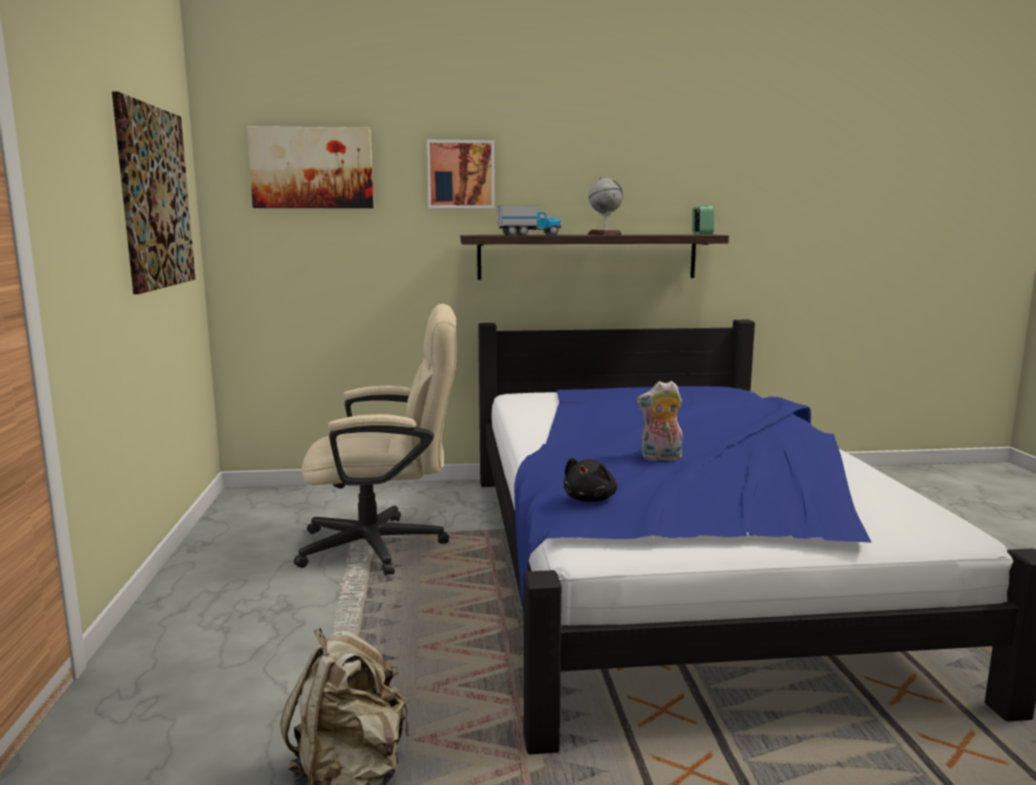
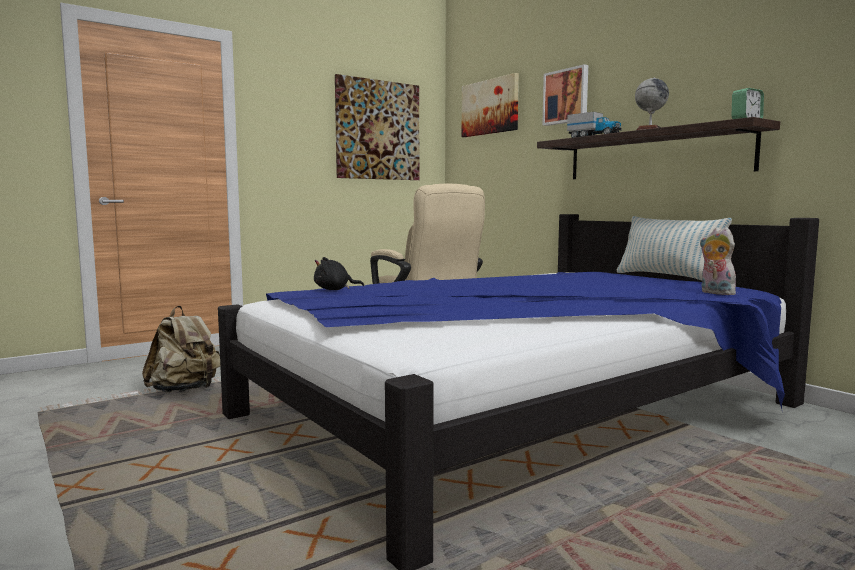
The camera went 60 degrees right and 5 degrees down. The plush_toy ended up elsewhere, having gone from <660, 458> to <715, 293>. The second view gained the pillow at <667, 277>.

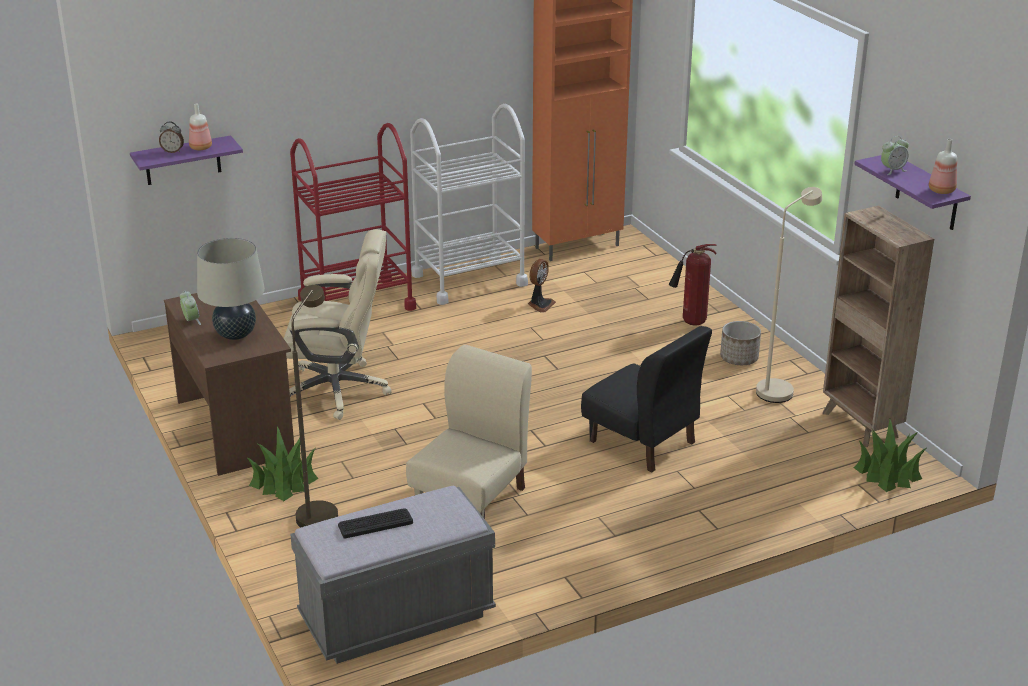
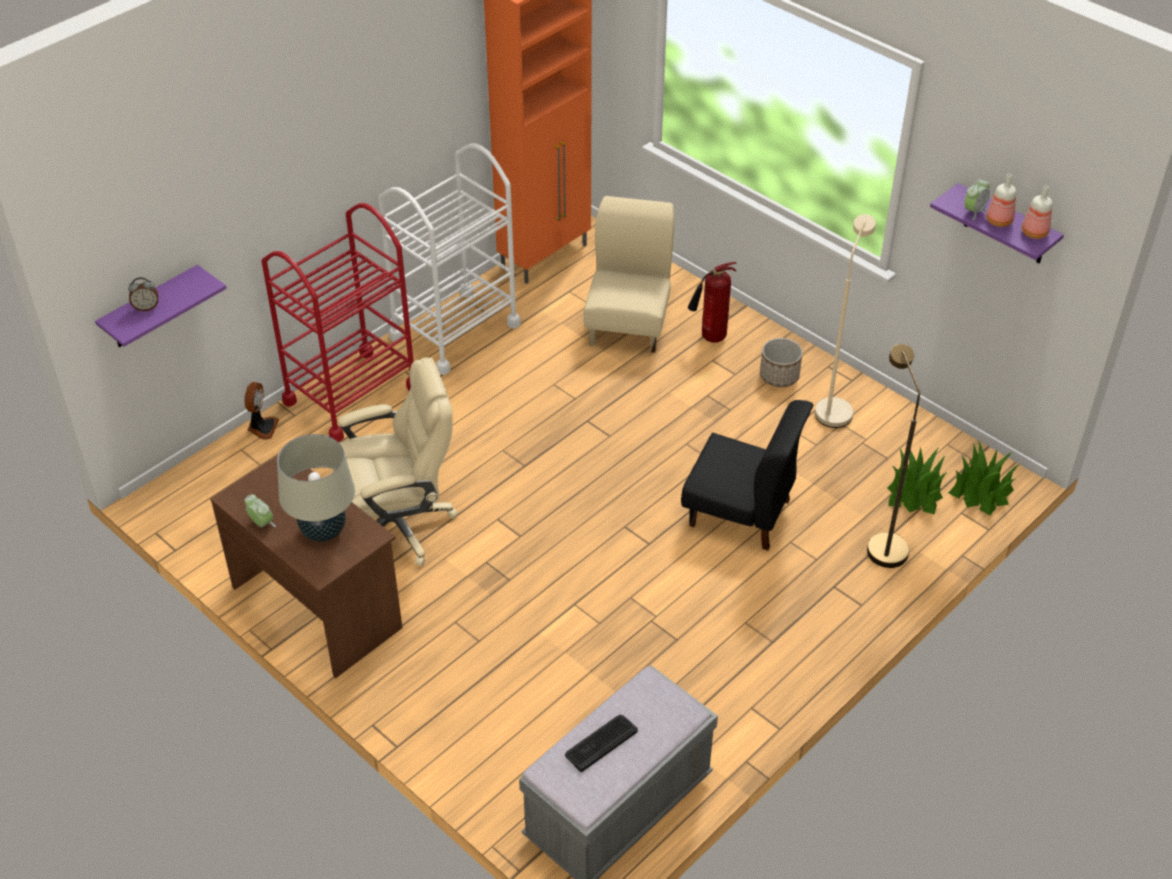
The camera went 20 degrees left and 15 degrees up. The bottle ended up elsewhere, having gone from <200, 147> to <998, 221>. The second view lost the brown_bookcase at <860, 425>. The fan ended up elsewhere, having gone from <540, 304> to <262, 427>. The brown_floor_lamp ended up elsewhere, having gone from <319, 511> to <882, 543>. The beige_chair ended up elsewhere, having gone from <472, 498> to <629, 325>. The potted_plant ended up elsewhere, having gone from <284, 481> to <914, 492>.

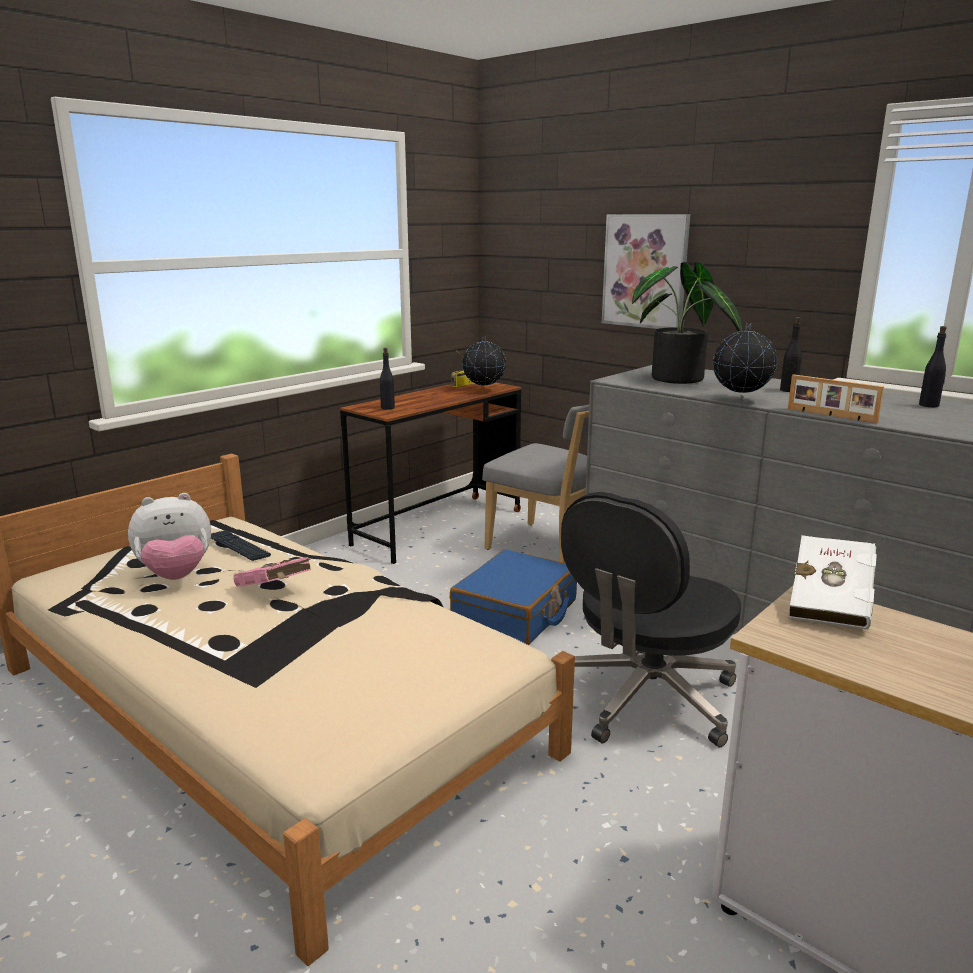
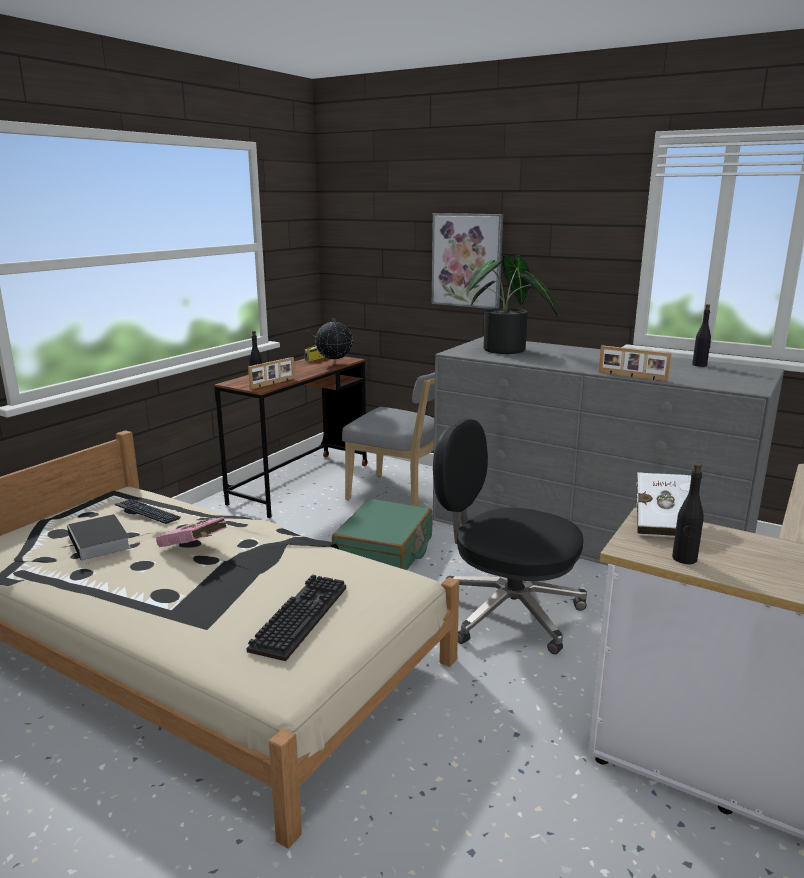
The camera went 10 degrees left and 0 degrees up. The black_bottle ended up elsewhere, having gone from <788, 390> to <684, 559>. The second view lost the globe at <740, 400>. The black_office_chair at <646, 700> ended up facing another way, 90 degrees clockwise from before. Where the plush_toy stood at <176, 576>, the book came to stand at <100, 542>. What was the blue_suitcase at <516, 613> turned into the green_suitcase at <385, 551>. The second view gained the picture_frame at <273, 383>. The second view gained the keyboard at <298, 616>.

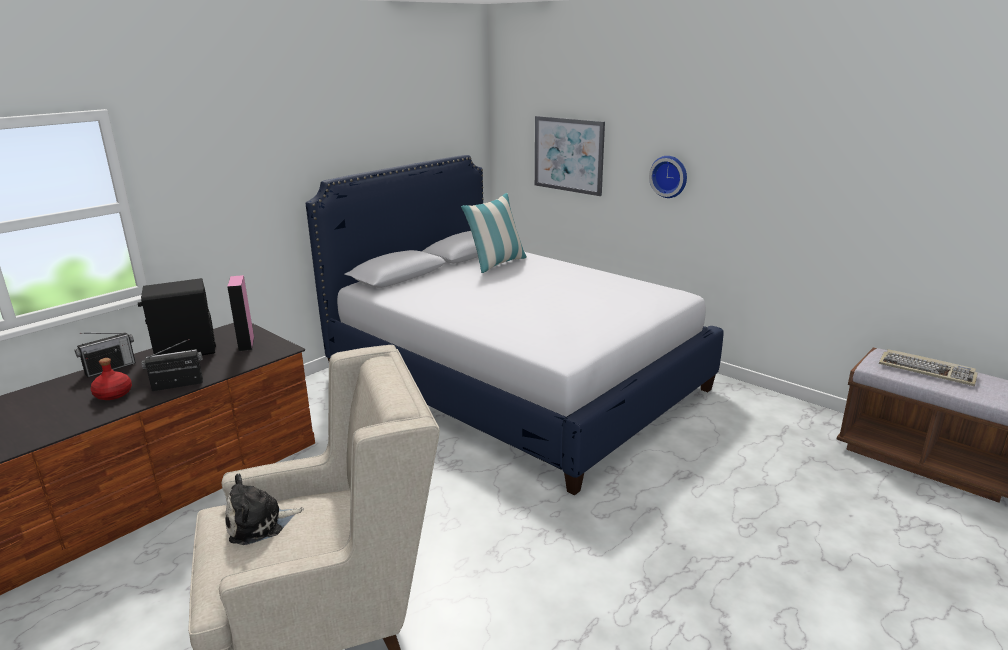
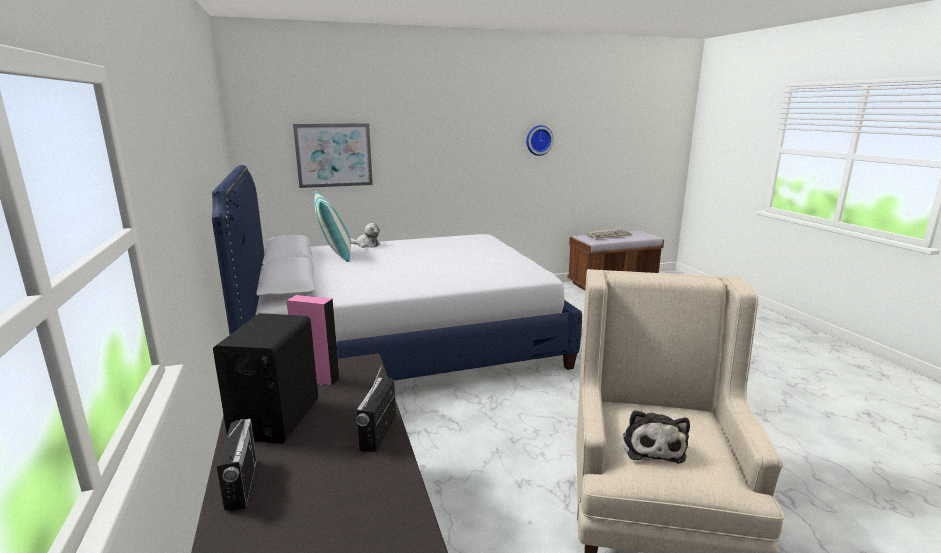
The camera went 60 degrees left and 5 degrees down. The wall_clock ended up elsewhere, having gone from <669, 176> to <538, 140>. The second view lost the red_bottle at <114, 394>. The second view gained the plush_toy at <366, 245>.

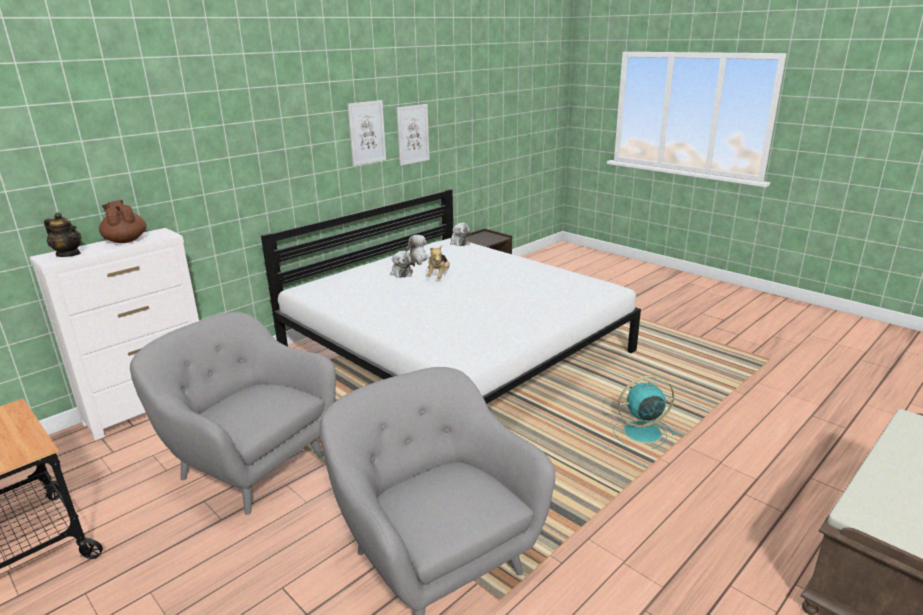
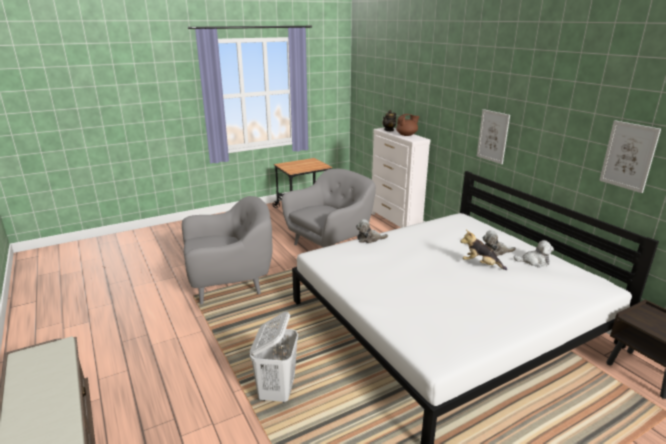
The camera went 105 degrees right and 0 degrees up. The picture ended up elsewhere, having gone from <367, 132> to <493, 136>. The plush_toy ended up elsewhere, having gone from <459, 242> to <369, 239>. Where the turquoise_fan stood at <640, 432>, the white_laundry_basket came to stand at <277, 391>.

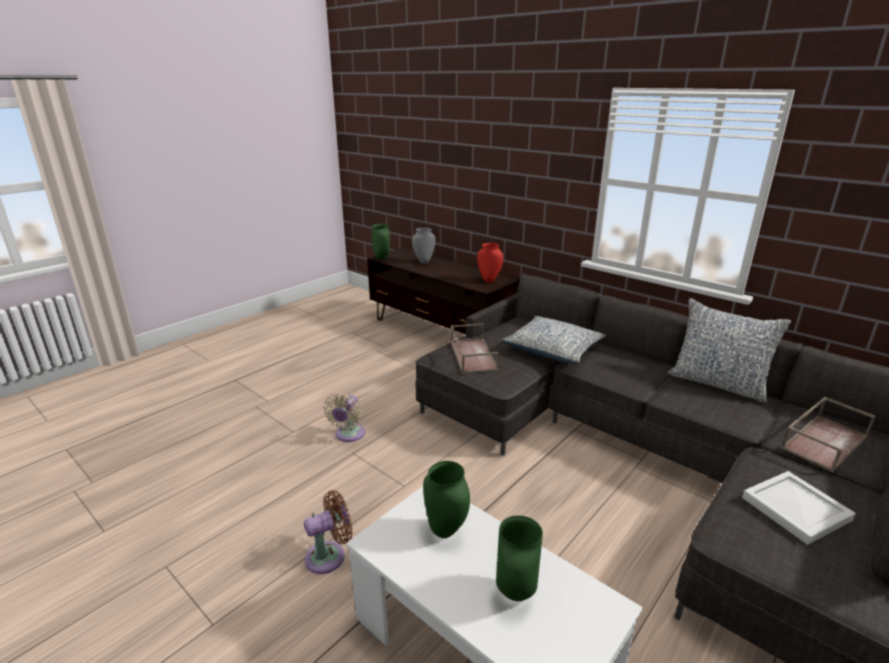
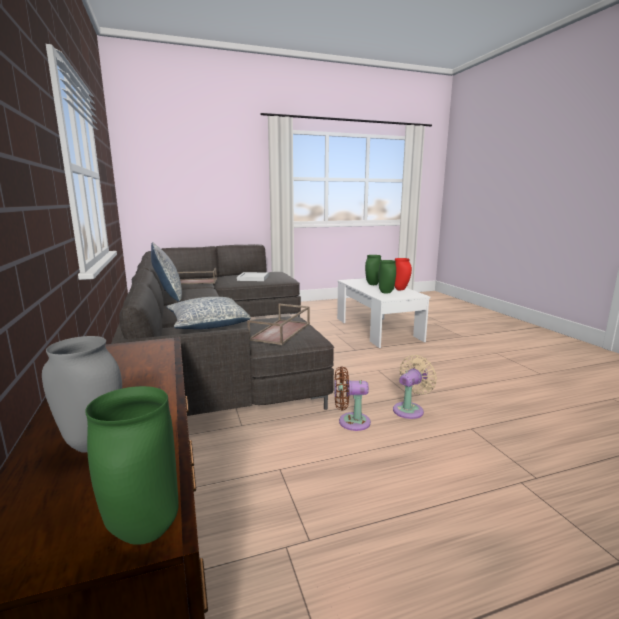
The camera went 150 degrees left and 10 degrees down. The red_vase ended up elsewhere, having gone from <489, 281> to <400, 289>. The brown_fan ended up elsewhere, having gone from <329, 556> to <350, 422>.

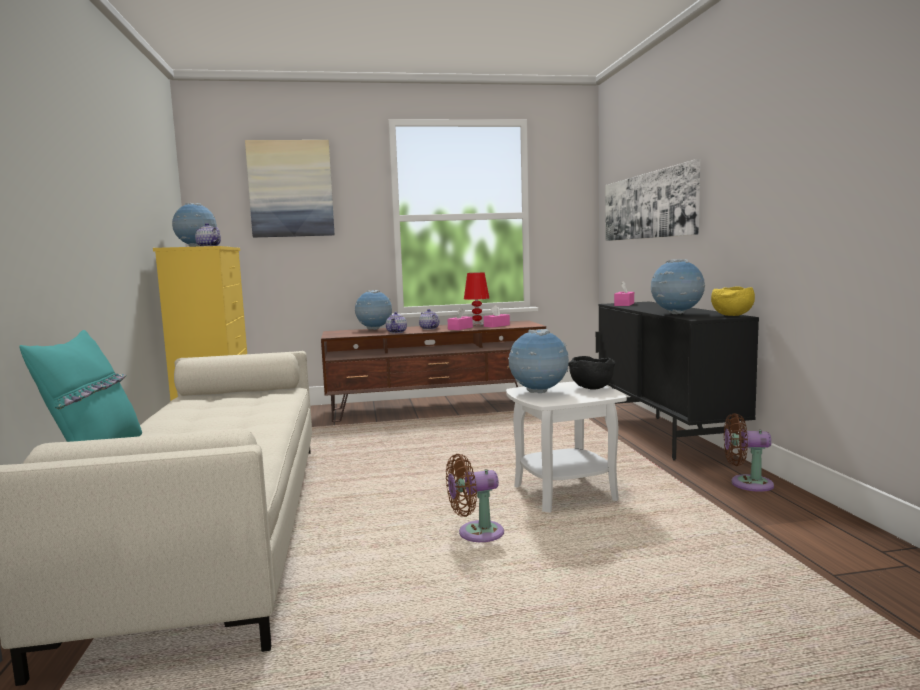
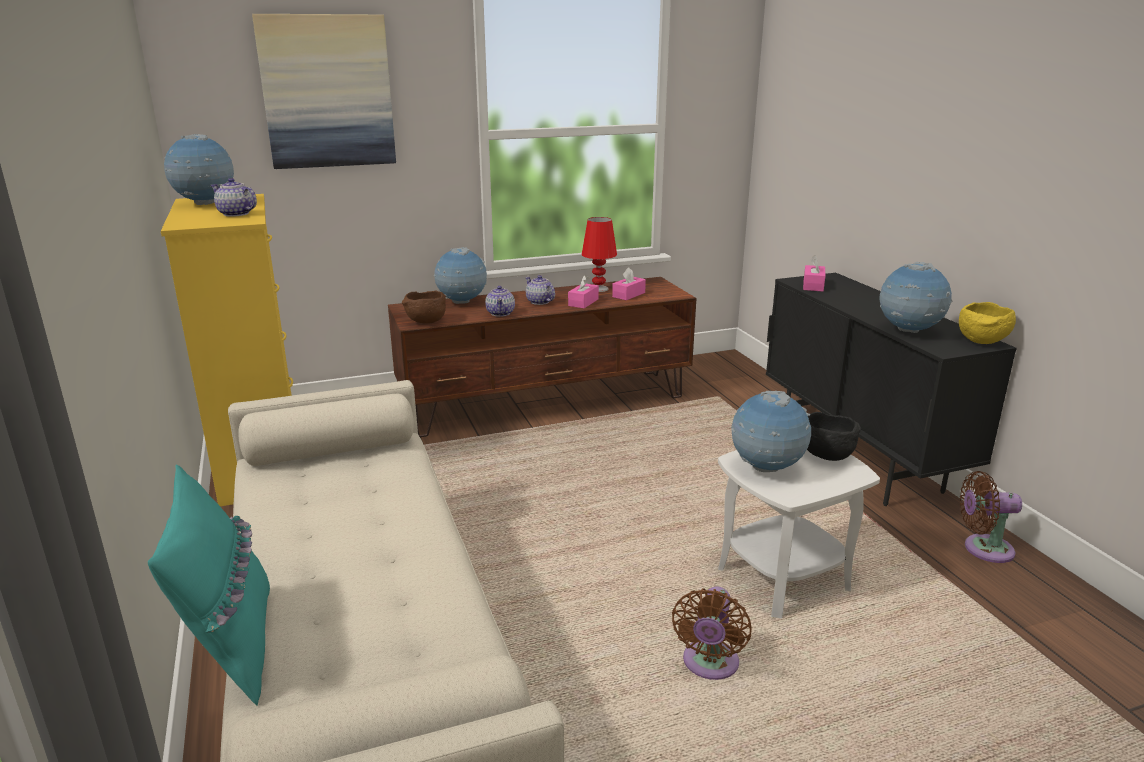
The camera went 10 degrees left and 15 degrees up. The second view lost the picture at <648, 206>. The brown_fan at <476, 534> ended up facing another way, 45 degrees counterclockwise from before. The second view gained the brown_bowl at <425, 322>.

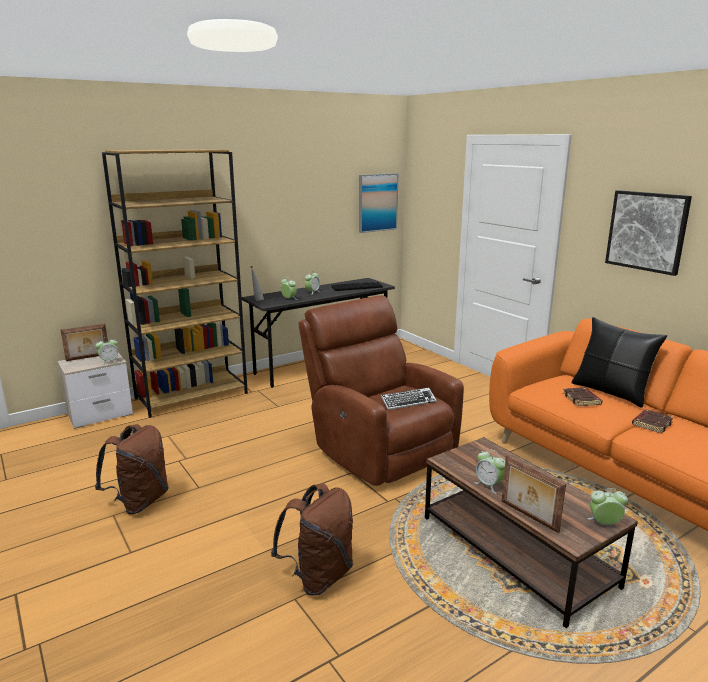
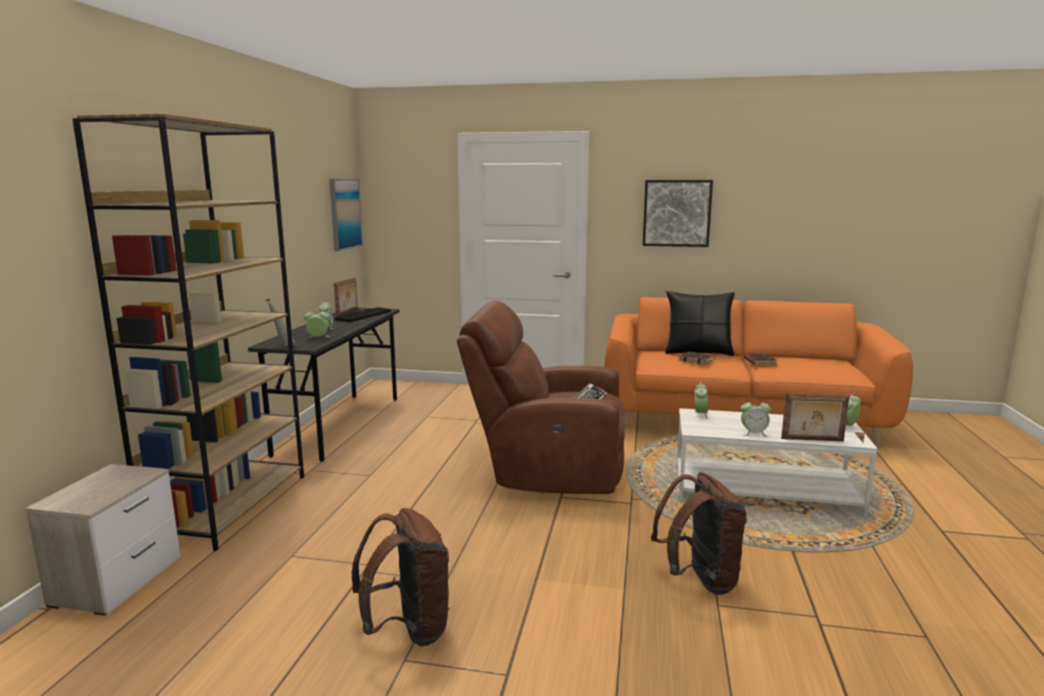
The camera went 45 degrees left and 5 degrees down. The picture_frame ended up elsewhere, having gone from <88, 357> to <347, 313>. The alarm_clock ended up elsewhere, having gone from <109, 362> to <700, 414>. What was the brown_coffee_table at <516, 551> turned into the white_coffee_table at <764, 491>.

